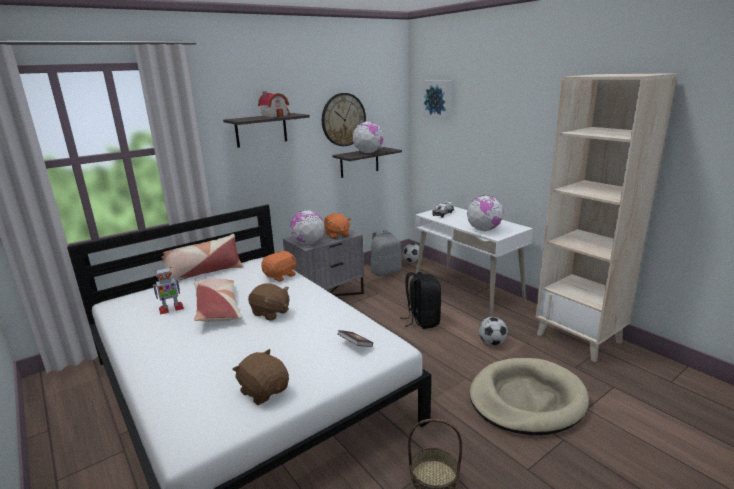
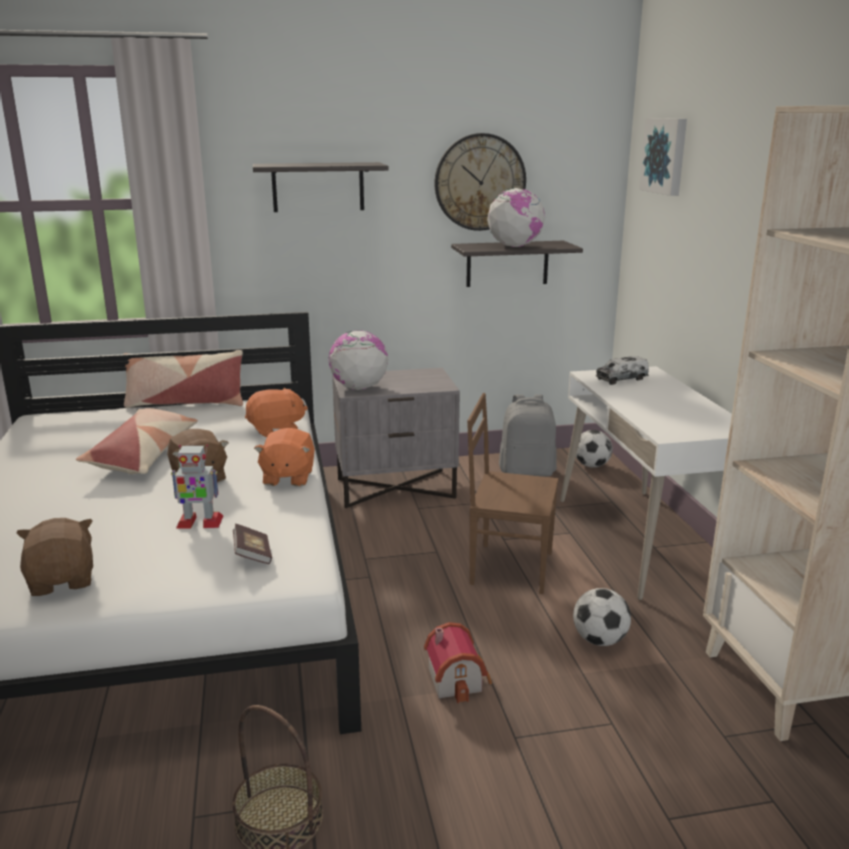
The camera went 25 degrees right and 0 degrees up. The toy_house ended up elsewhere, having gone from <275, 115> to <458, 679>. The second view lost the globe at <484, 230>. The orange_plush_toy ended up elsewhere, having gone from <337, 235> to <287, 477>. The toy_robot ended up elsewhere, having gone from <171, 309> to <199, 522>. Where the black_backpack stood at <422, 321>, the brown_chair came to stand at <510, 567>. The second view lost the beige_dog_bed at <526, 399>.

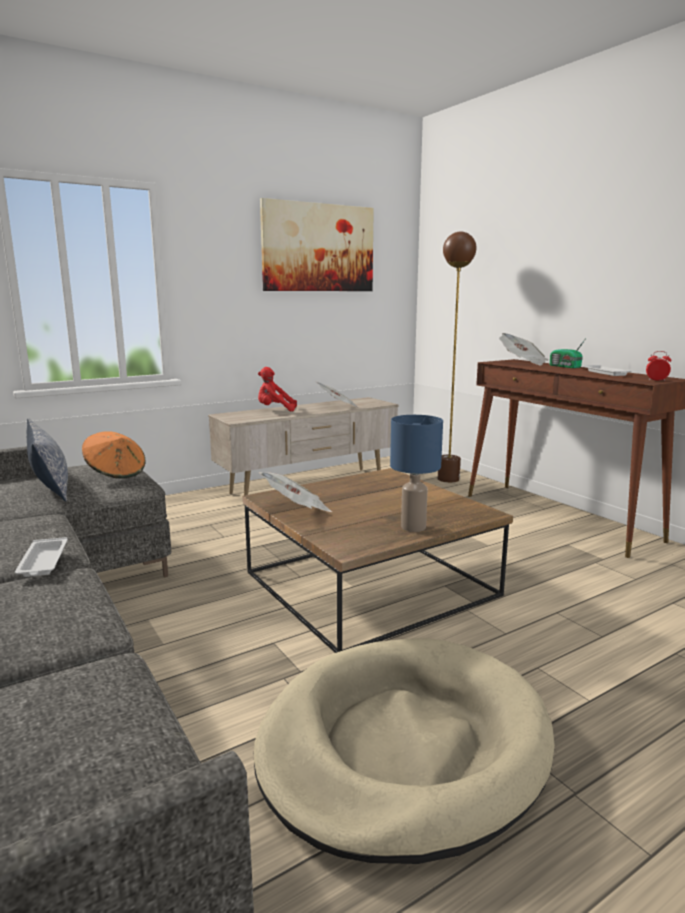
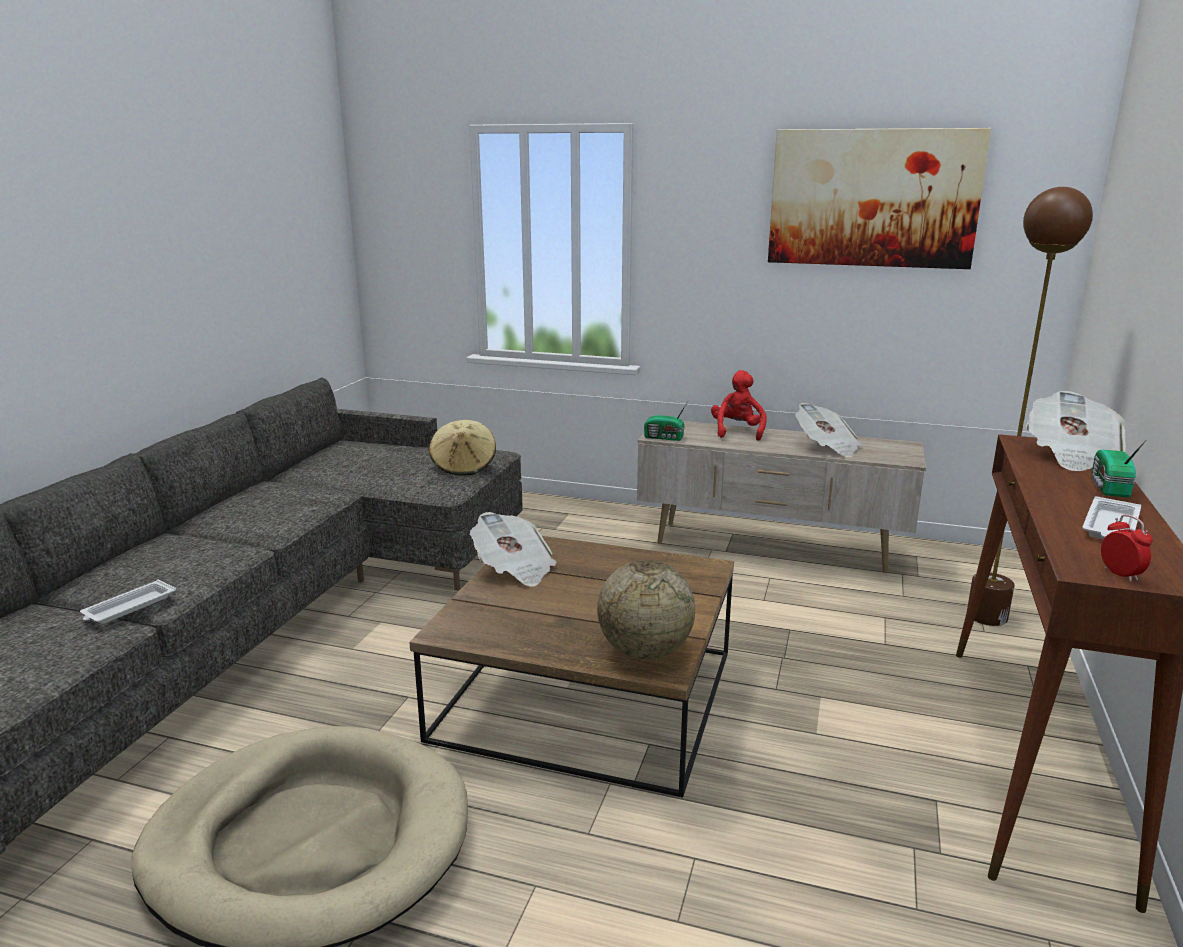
The camera went 50 degrees right and 5 degrees up. The red_plush_toy at <275, 410> ended up facing another way, 45 degrees clockwise from before. The second view lost the blue_table_lamp at <413, 526>. The second view lost the pillow at <50, 484>. What was the orange_hat at <116, 473> turned into the beige_hat at <464, 466>. The white_tray ended up elsewhere, having gone from <43, 562> to <128, 607>. The second view gained the radio at <664, 438>. The second view gained the globe at <644, 651>.

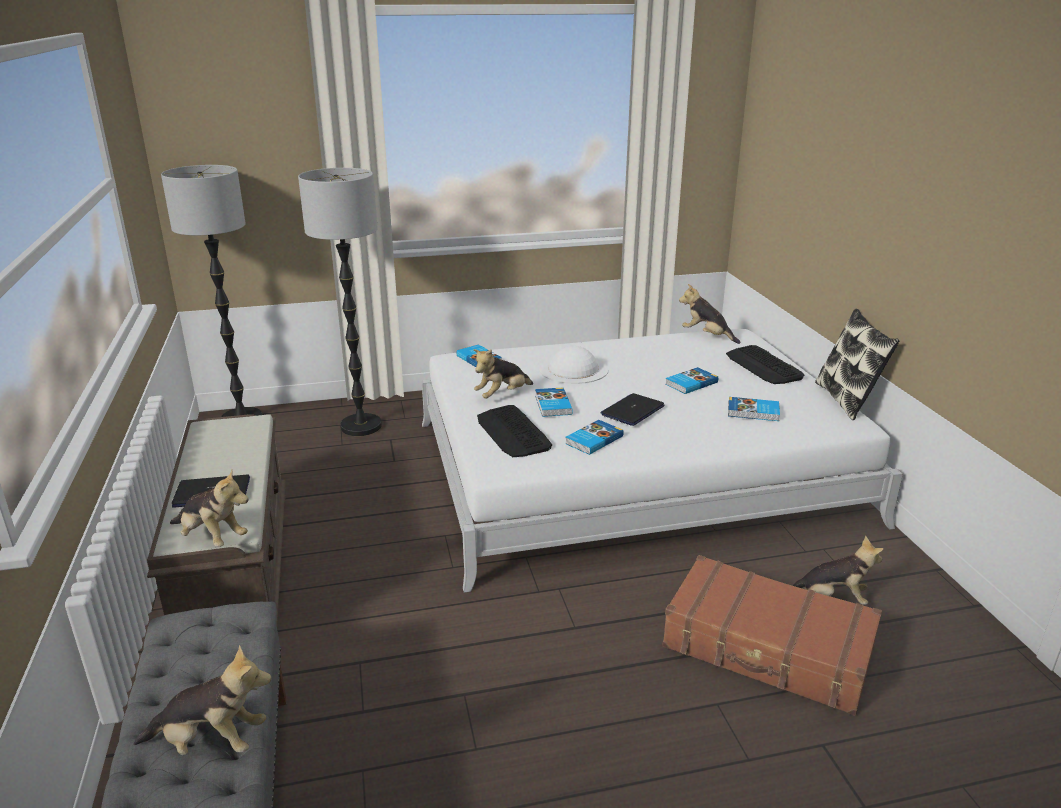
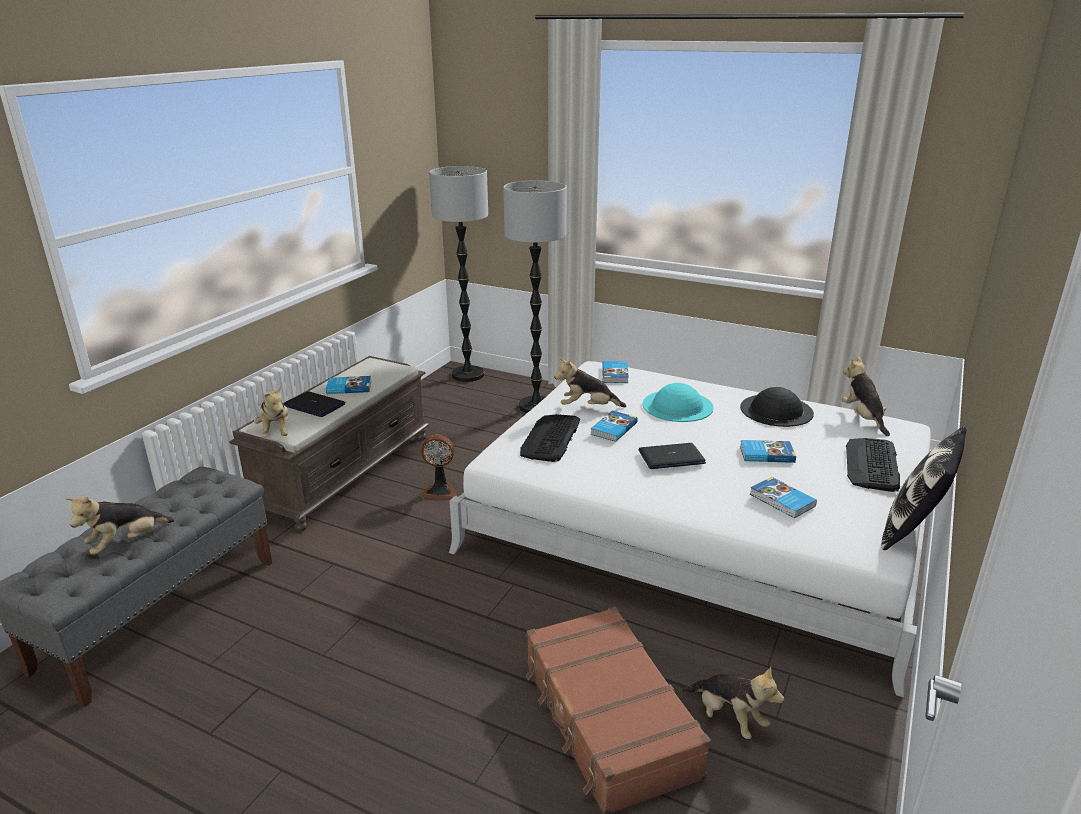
The camera went 40 degrees right and 0 degrees up. What was the white_hat at <573, 369> turned into the turquoise_hat at <677, 405>. The book ended up elsewhere, having gone from <593, 440> to <349, 387>. The plush_toy at <211, 742> ended up facing another way, 90 degrees clockwise from before. The second view gained the black_hat at <776, 410>. The second view gained the fan at <440, 491>.

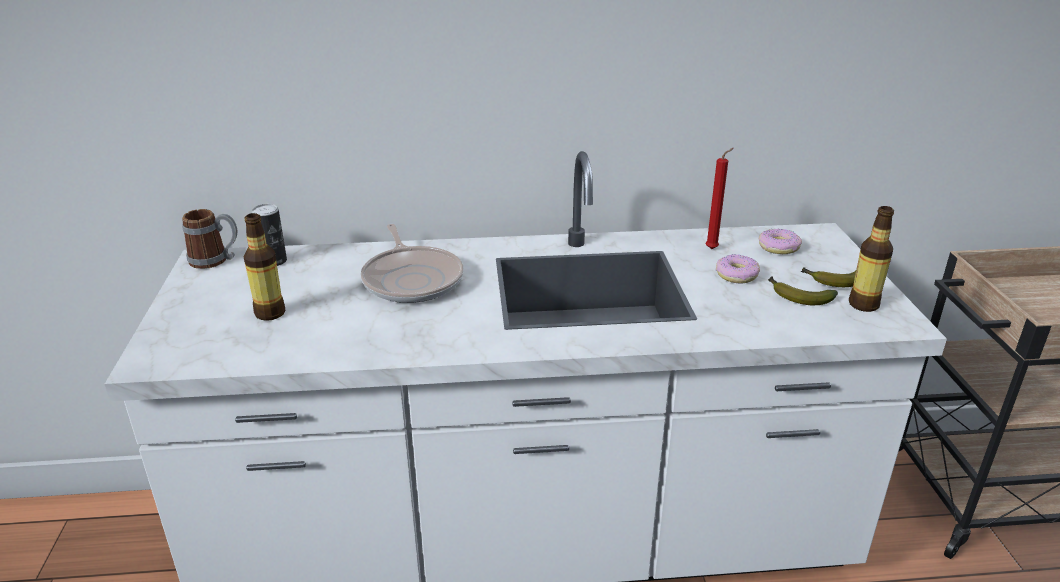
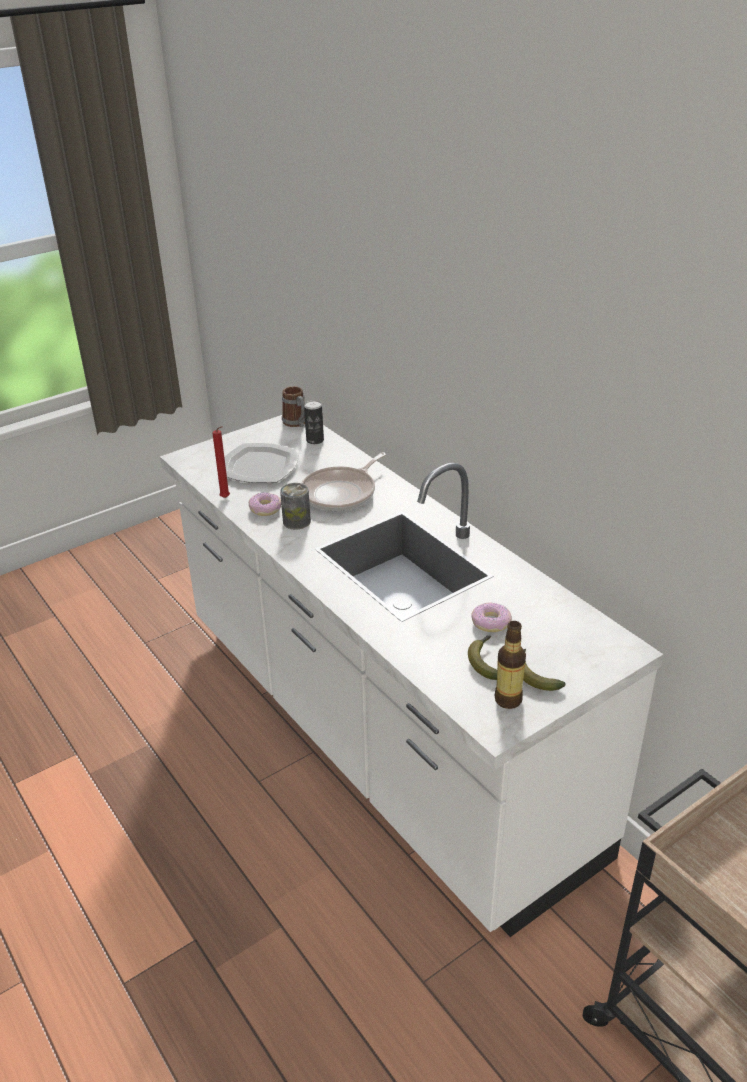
The camera went 60 degrees right and 5 degrees up. The red_candle ended up elsewhere, having gone from <713, 249> to <226, 498>. Where the bottle stood at <270, 313>, the plate came to stand at <258, 466>. The donut ended up elsewhere, having gone from <778, 247> to <265, 508>. The second view gained the can at <296, 521>.

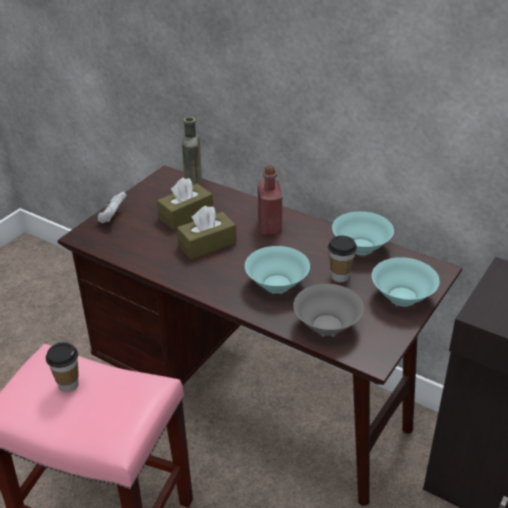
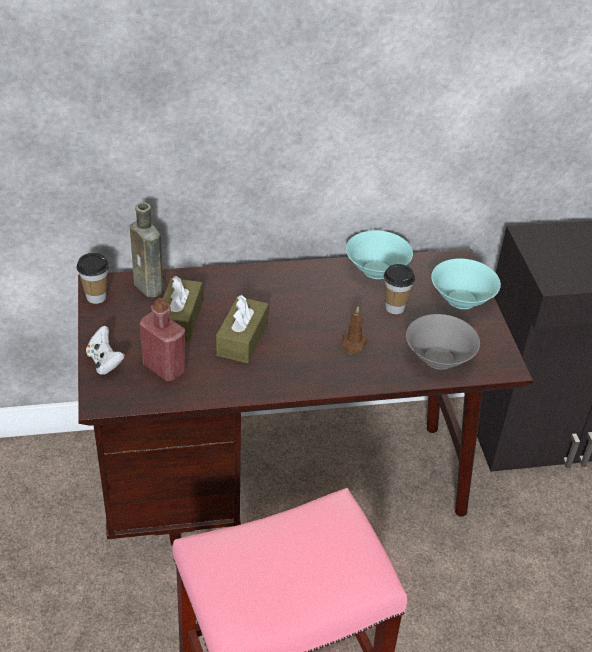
The camera went 45 degrees left and 5 degrees up. The red_bottle ended up elsewhere, having gone from <269, 226> to <164, 368>. Where the turquoise_bowl stood at <276, 284>, the brown_candle came to stand at <353, 344>. The cup ended up elsewhere, having gone from <68, 385> to <96, 297>.

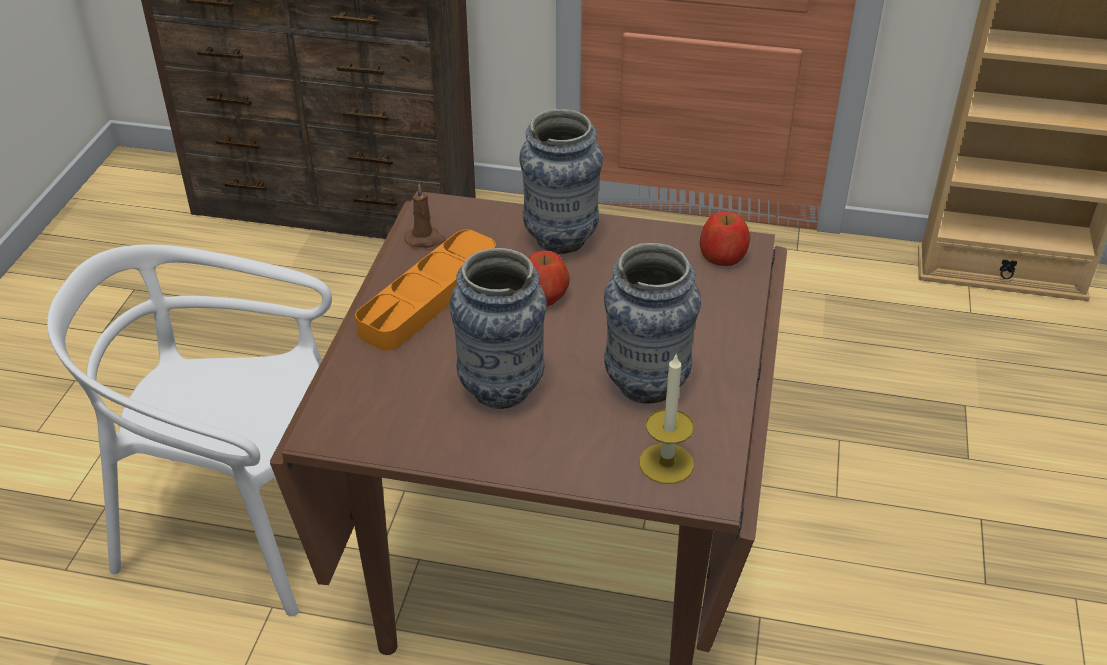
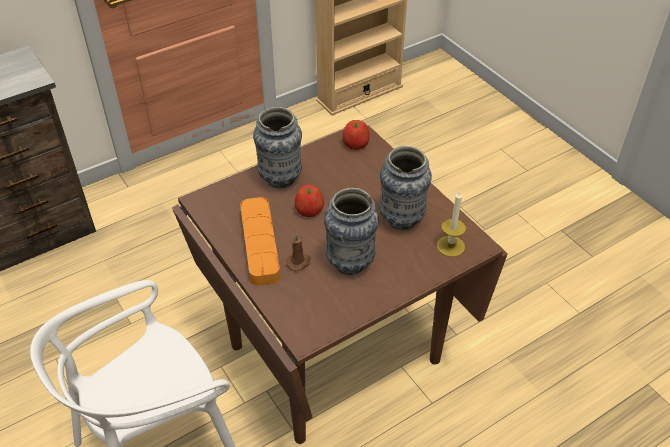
The camera went 45 degrees left and 5 degrees up. The brown_candle ended up elsewhere, having gone from <425, 239> to <299, 262>.

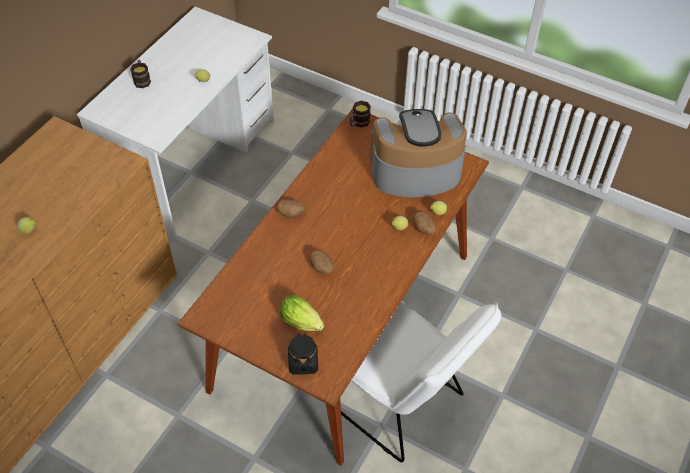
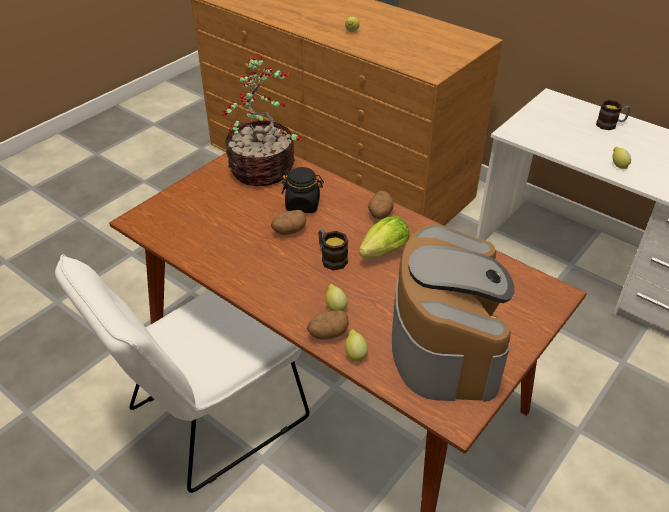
The camera went 100 degrees right and 10 degrees down. The mug ended up elsewhere, having gone from <358, 123> to <331, 258>. The lettuce ended up elsewhere, having gone from <303, 323> to <381, 253>. The black_jar ended up elsewhere, having gone from <303, 362> to <303, 205>. The second view gained the potted_plant at <264, 170>.

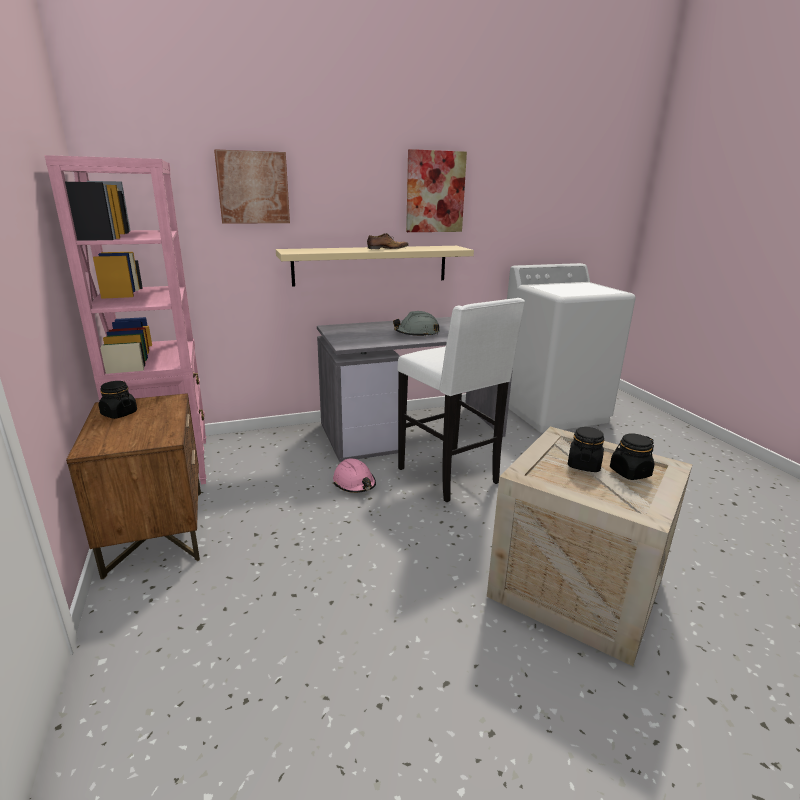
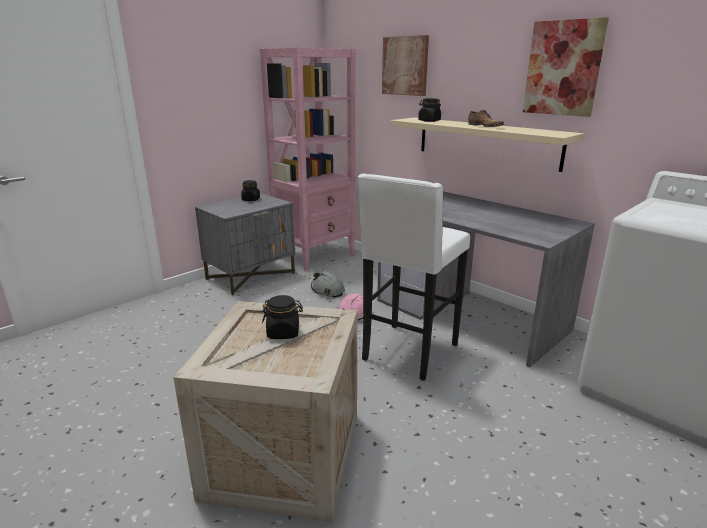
The camera went 65 degrees right and 0 degrees up. The grey_hard_hat ended up elsewhere, having gone from <417, 334> to <327, 290>. What was the brown_nightstand at <156, 530> turned into the grey_nightstand at <251, 276>. The black_jar ended up elsewhere, having gone from <629, 472> to <429, 121>.

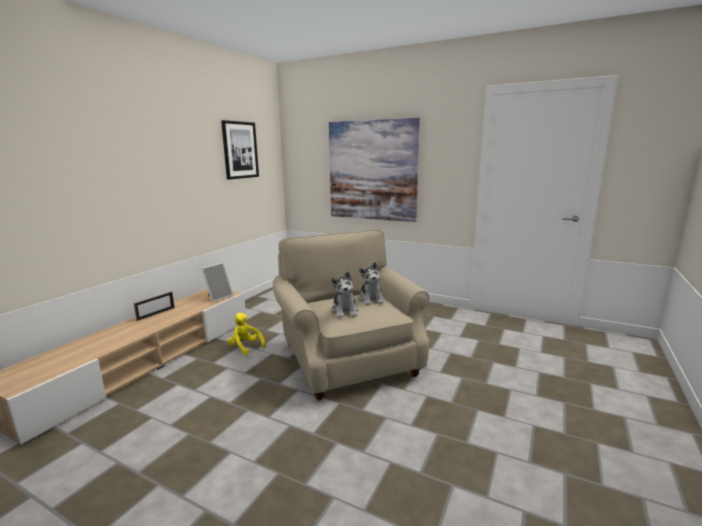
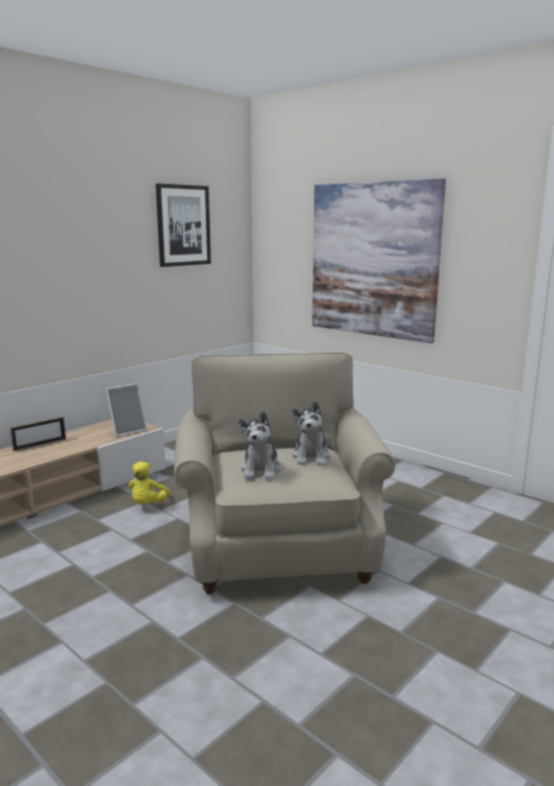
The camera went 15 degrees right and 0 degrees up. The yellow_plush_toy at <245, 347> ended up facing another way, 135 degrees counterclockwise from before.

